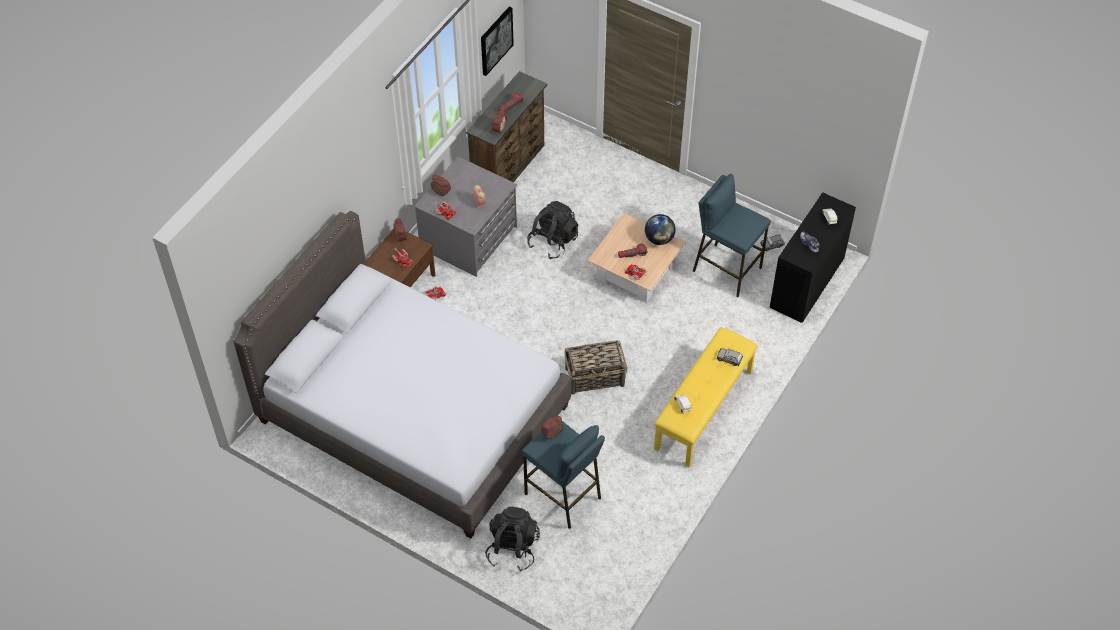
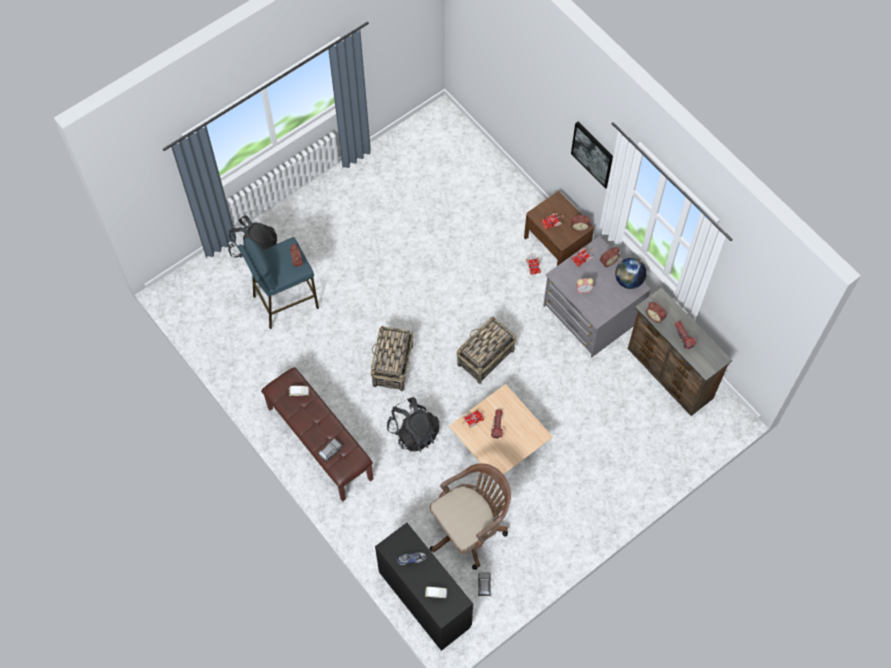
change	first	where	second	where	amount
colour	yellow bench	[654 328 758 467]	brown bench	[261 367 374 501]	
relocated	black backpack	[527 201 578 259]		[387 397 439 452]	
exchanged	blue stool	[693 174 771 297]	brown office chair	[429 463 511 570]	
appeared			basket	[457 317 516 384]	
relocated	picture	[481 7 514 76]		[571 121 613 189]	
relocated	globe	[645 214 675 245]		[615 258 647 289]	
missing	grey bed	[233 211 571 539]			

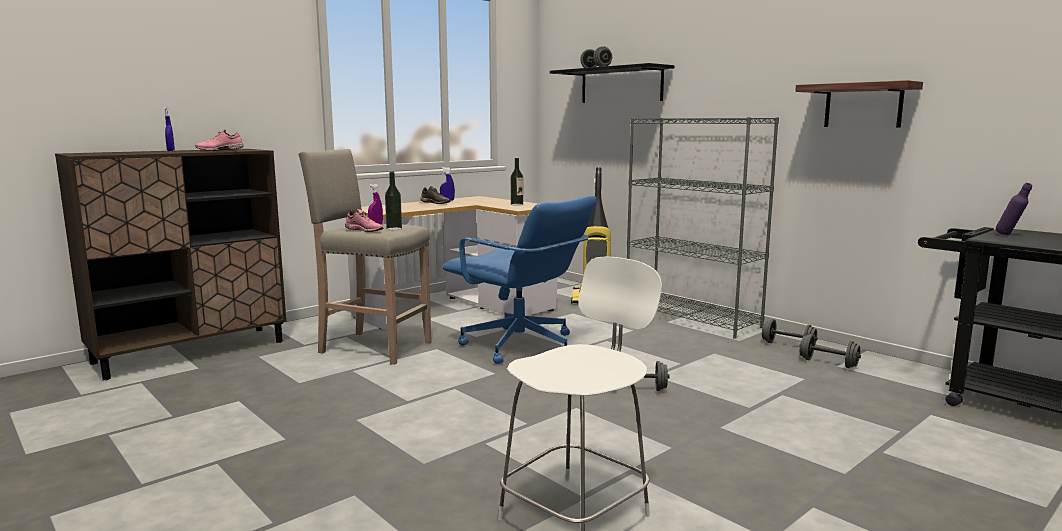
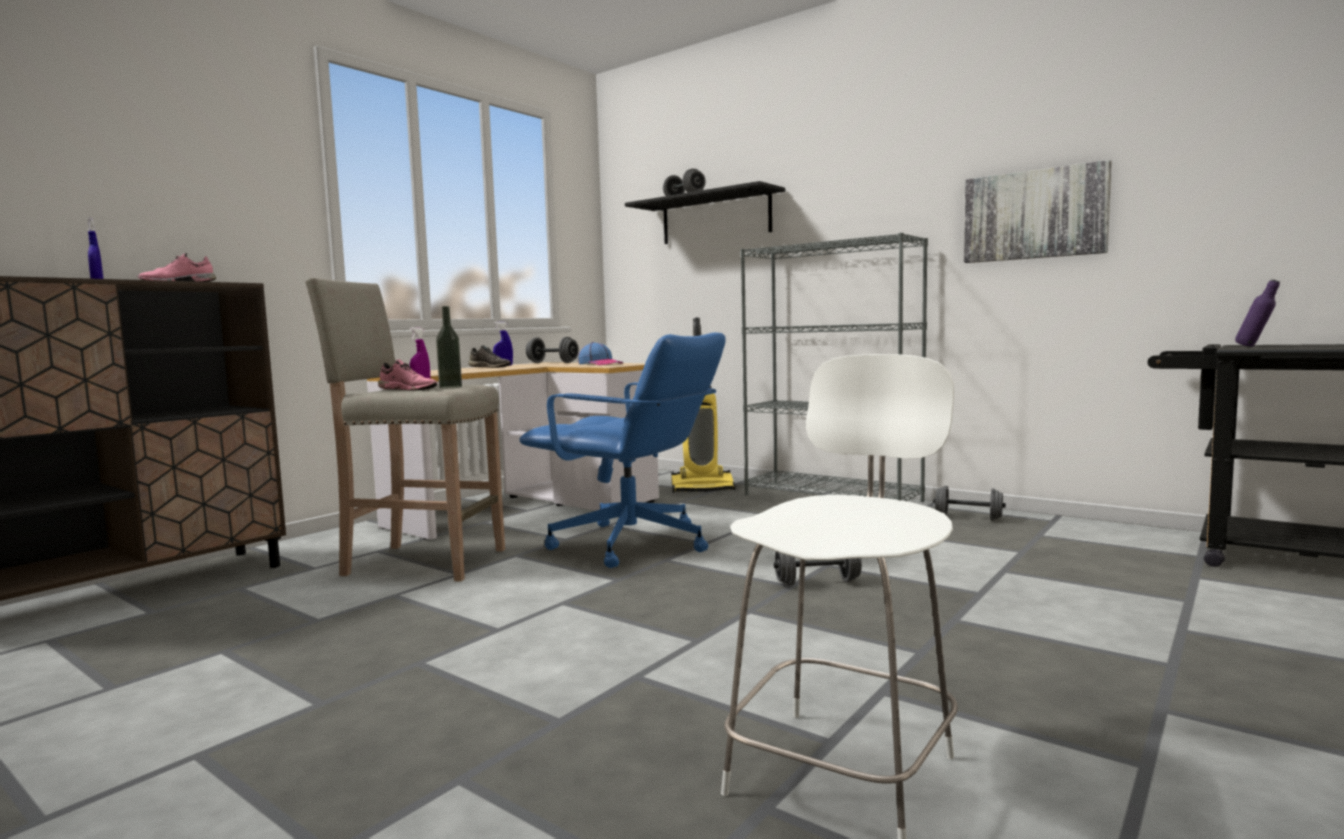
change	first	where	second	where	amount
relocated	grey dumbbell	[800 334 861 368]		[526 337 579 363]	
exchanged	bottle	[511 158 523 205]	cap	[578 342 623 365]	
exchanged	shelf	[795 80 923 127]	picture	[964 160 1111 263]	

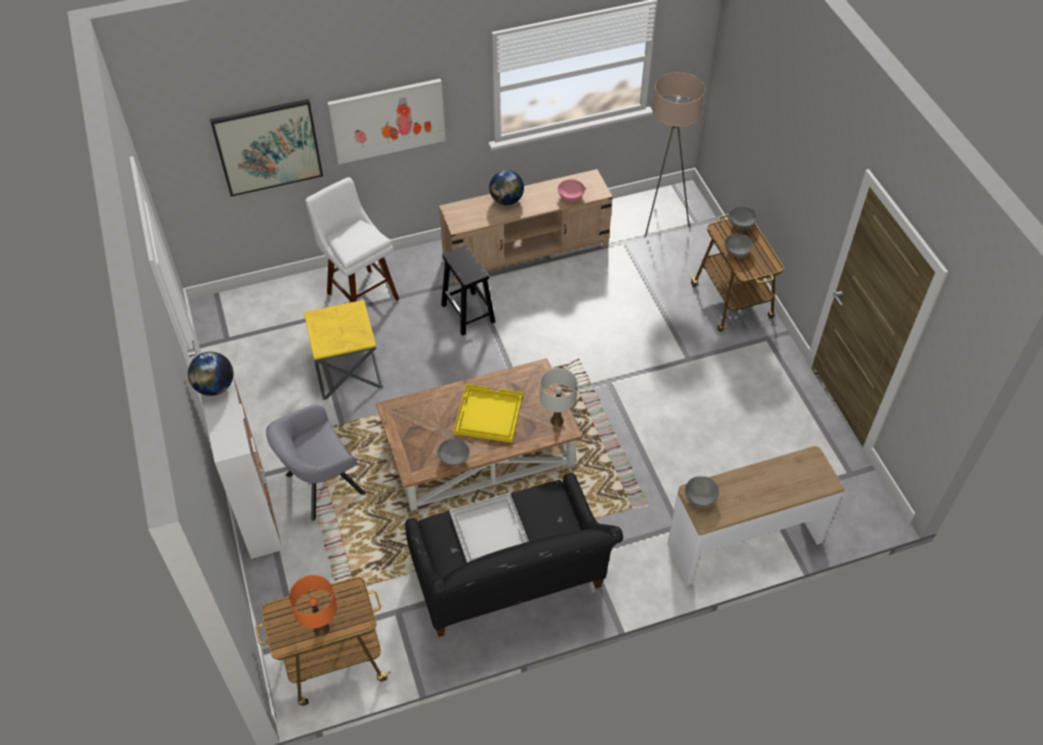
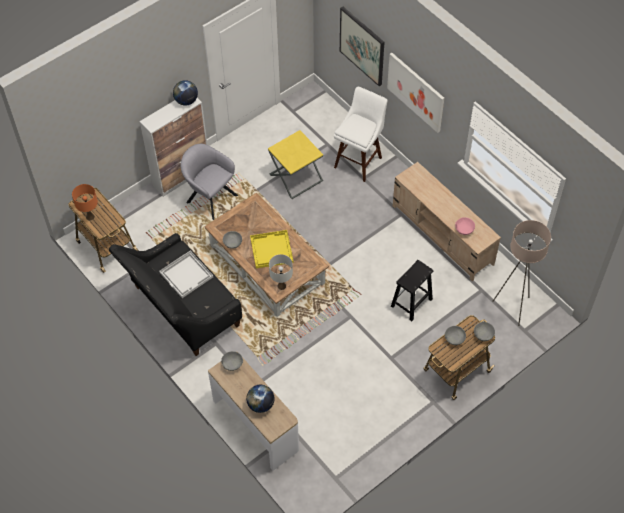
change	first	where	second	where	amount
relocated	globe	[489 170 524 205]		[246 385 274 413]	
relocated	black stool	[441 245 495 336]		[391 260 433 321]	

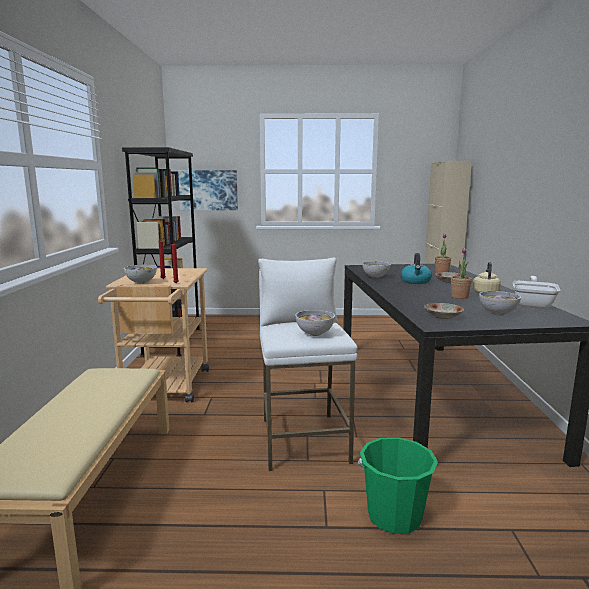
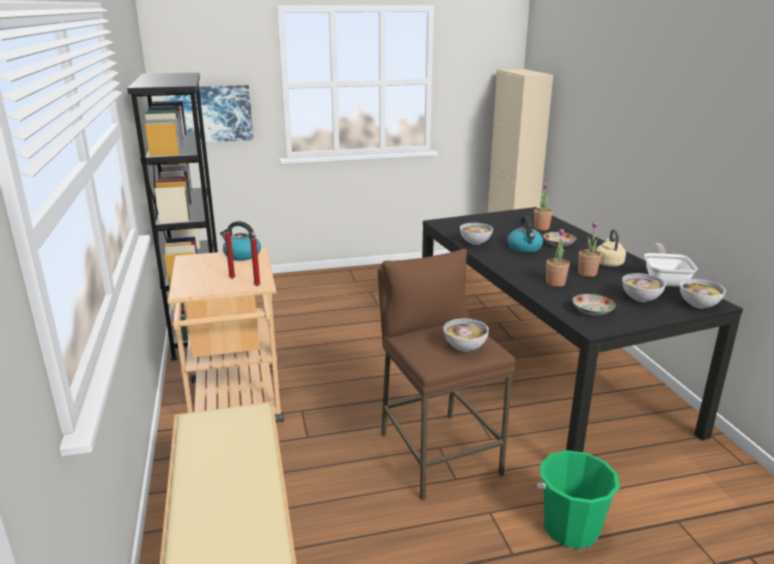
change	first	where	second	where	amount
appeared			kettle	[220 221 261 261]	
colour	white stool	[258 257 358 471]	brown stool	[378 249 516 500]	
appeared			potted plant	[546 229 570 287]	
relocated	bowl	[124 265 157 284]		[680 279 726 309]	

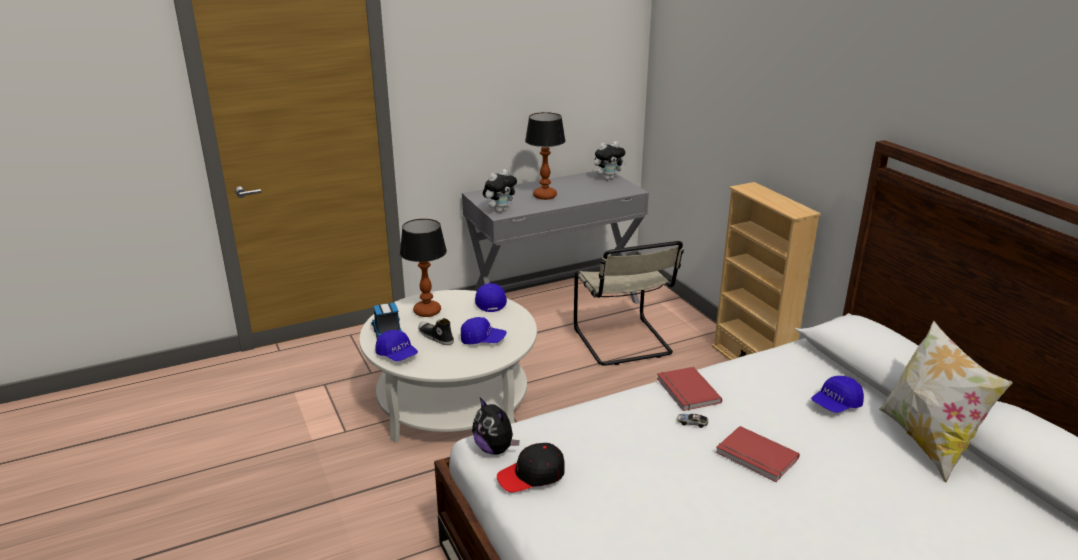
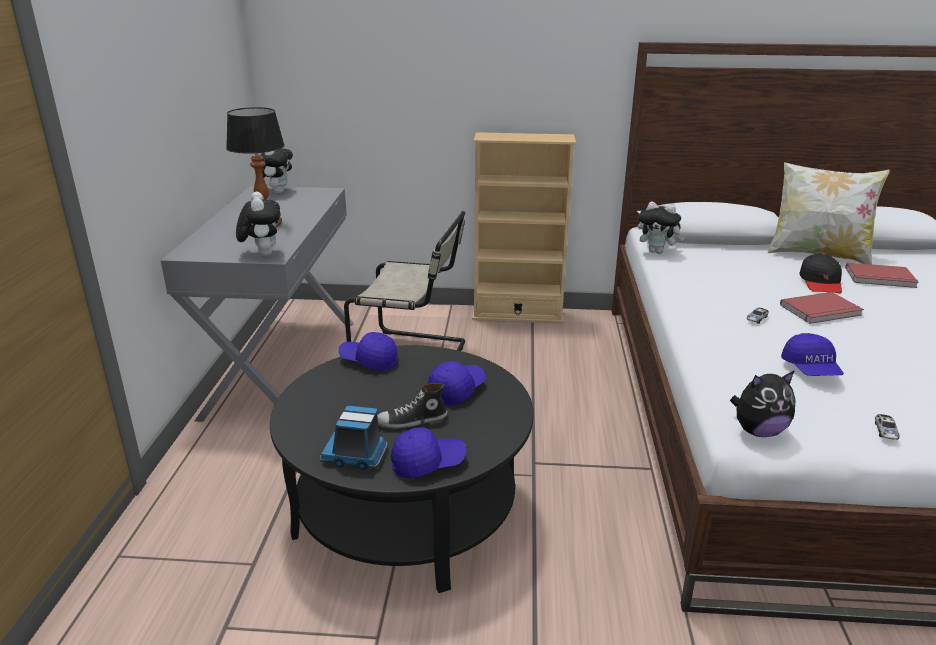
change	first	where	second	where	amount
colour	white coffee table	[359 290 537 443]	black coffee table	[270 346 534 593]	
appeared			plush toy	[638 201 685 254]	
relocated	blue cap	[811 376 864 413]		[781 333 844 376]	
relocated	black cap	[497 443 565 493]		[799 253 842 294]	
relocated	red book	[657 367 722 411]		[845 263 919 288]	
appeared			toy car	[875 414 900 440]	
missing	table lamp	[400 219 447 317]			

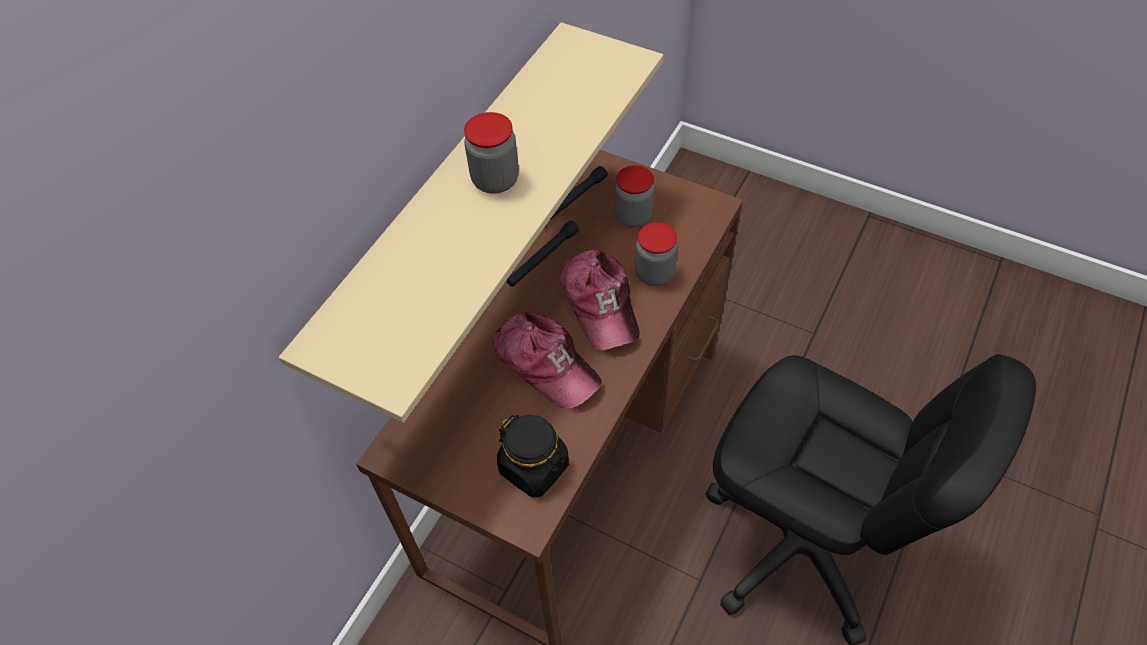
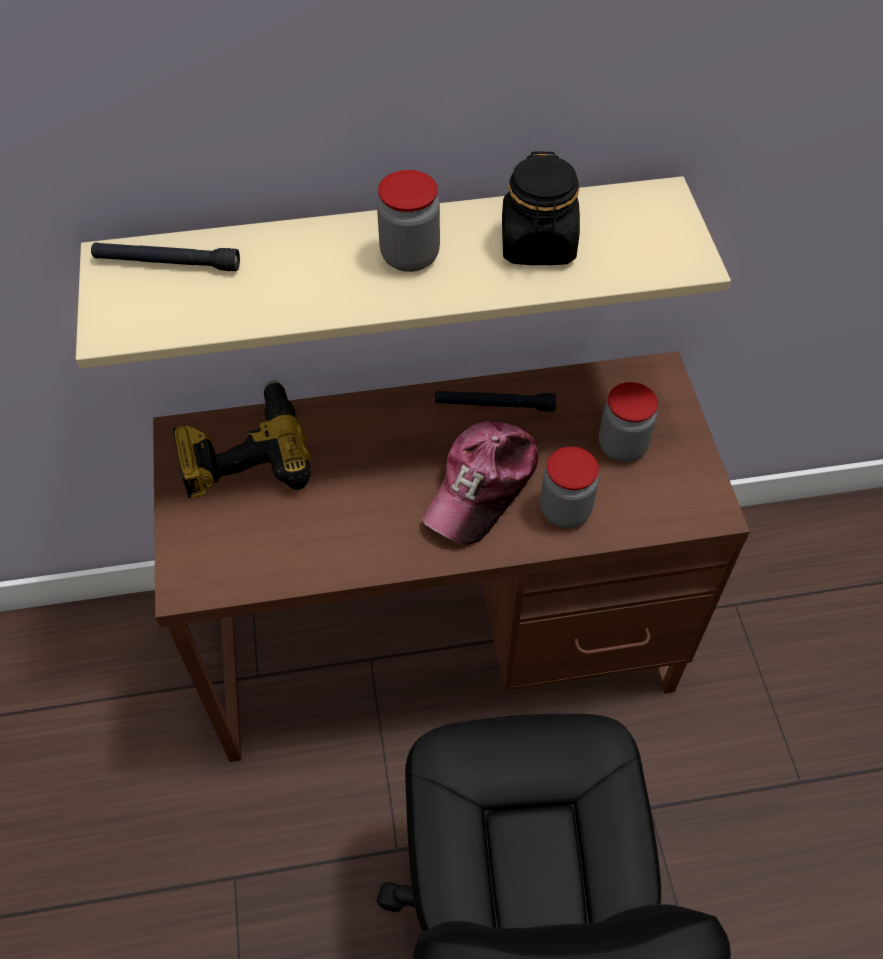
change	first	where	second	where	amount
relocated	black flashlight	[549 166 608 221]		[91 242 240 271]	
appeared			power drill	[173 380 311 498]	
relocated	black jar	[497 415 569 498]		[502 152 580 265]	
missing	cap	[492 312 602 408]			

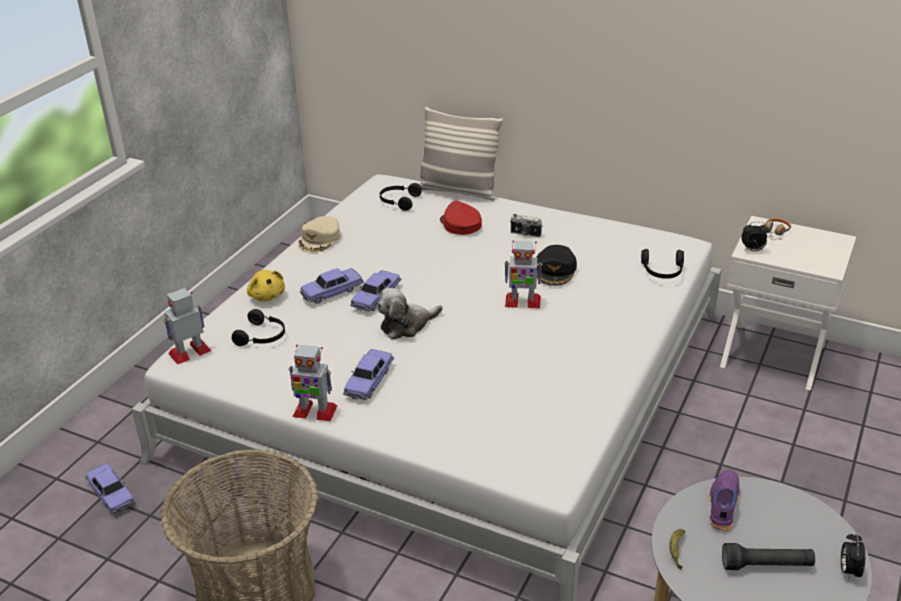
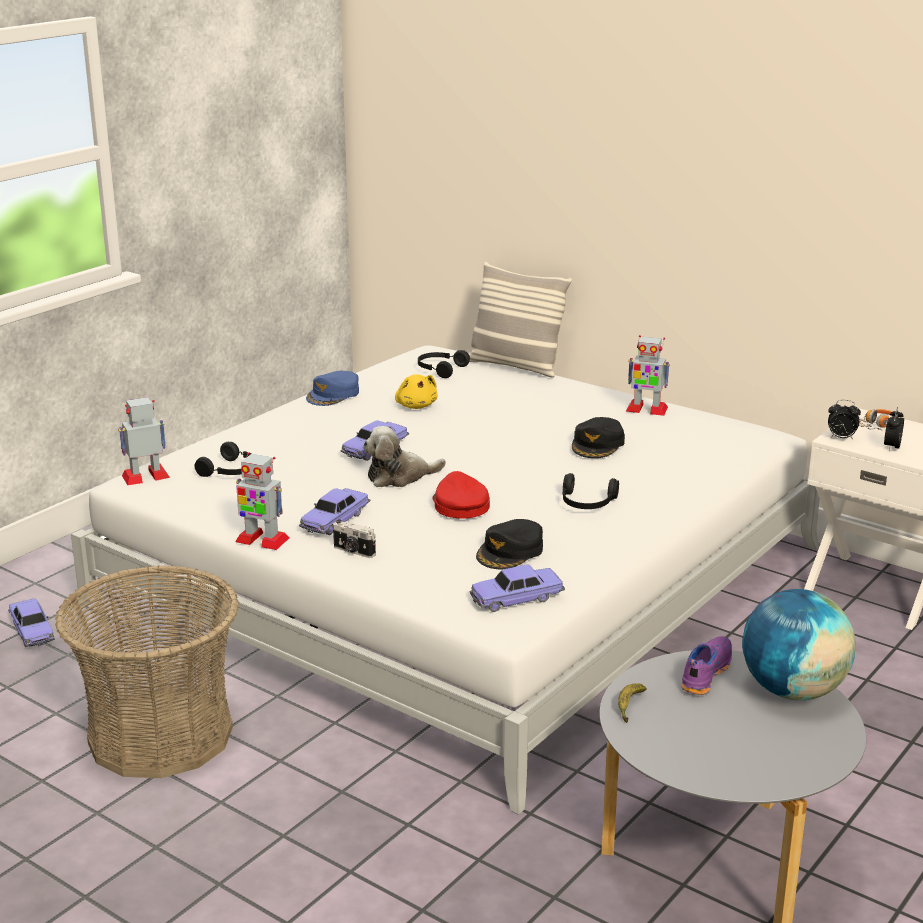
change	first	where	second	where	amount
colour	beige cap	[298 216 341 253]	blue cap	[306 371 359 406]	
relocated	photo camera	[510 214 542 238]		[333 519 376 558]	
relocated	yellow plush toy	[247 270 285 301]		[395 374 437 409]	
relocated	red cap	[440 201 482 235]		[433 471 490 518]	
relocated	toy car	[300 268 364 304]		[470 564 565 612]	
appeared			black cap	[476 519 543 569]	
relocated	black headphones	[641 249 684 279]		[563 473 619 509]	
relocated	toy robot	[504 241 542 308]		[626 335 670 416]	
appeared			globe	[742 589 856 700]	
relocated	alarm clock	[841 533 865 579]		[884 407 904 451]	
missing	black flashlight	[722 543 815 570]			

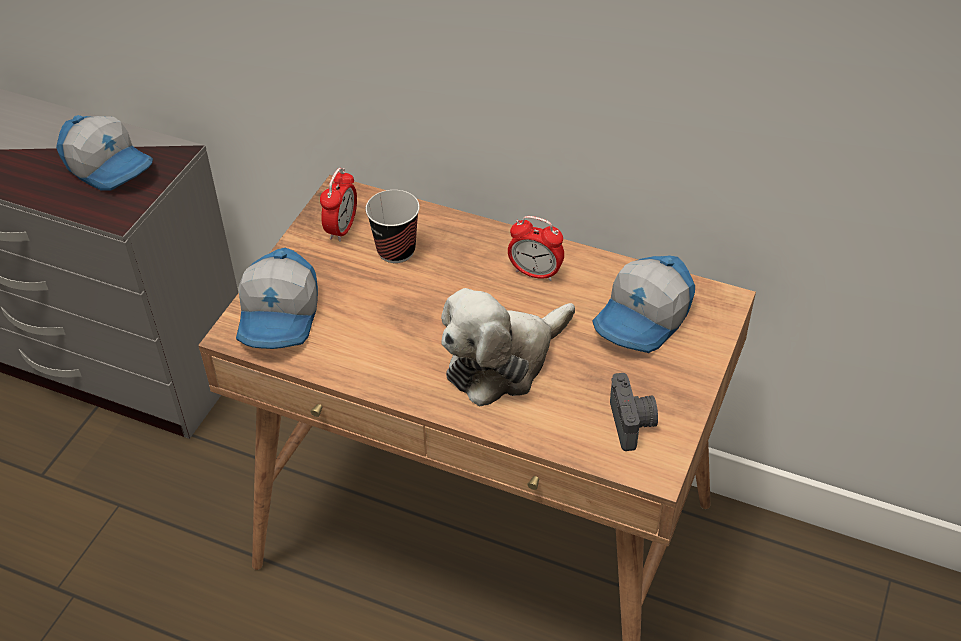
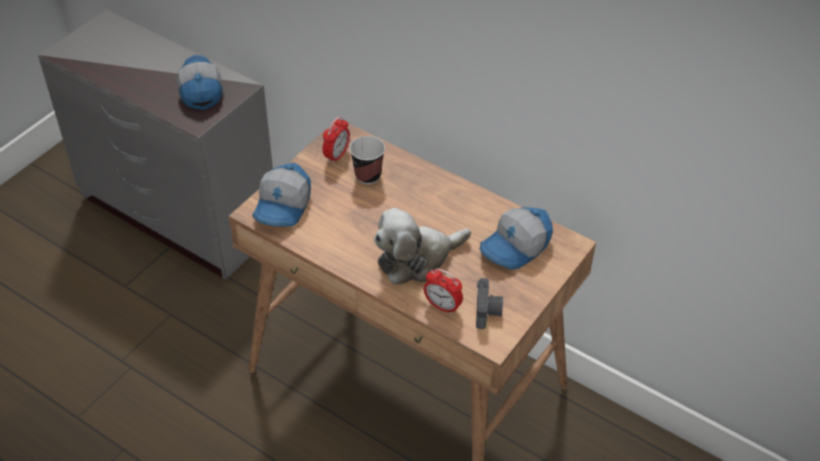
change	first	where	second	where	amount
spun	cap	[56 115 153 191]		[177 55 222 110]	150 degrees counterclockwise
relocated	alarm clock	[508 216 564 281]		[424 268 463 315]	

